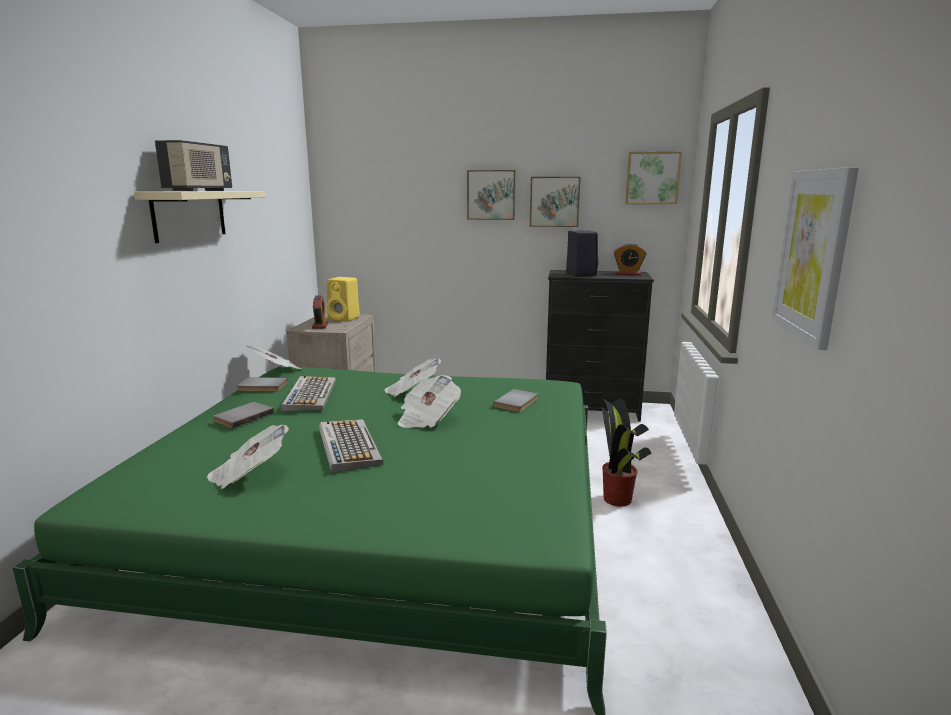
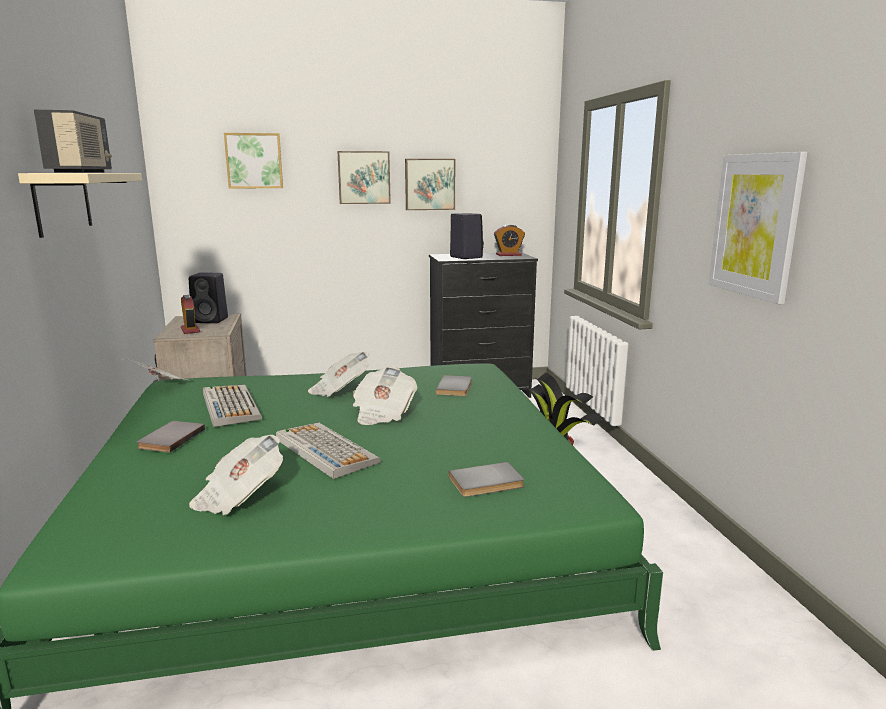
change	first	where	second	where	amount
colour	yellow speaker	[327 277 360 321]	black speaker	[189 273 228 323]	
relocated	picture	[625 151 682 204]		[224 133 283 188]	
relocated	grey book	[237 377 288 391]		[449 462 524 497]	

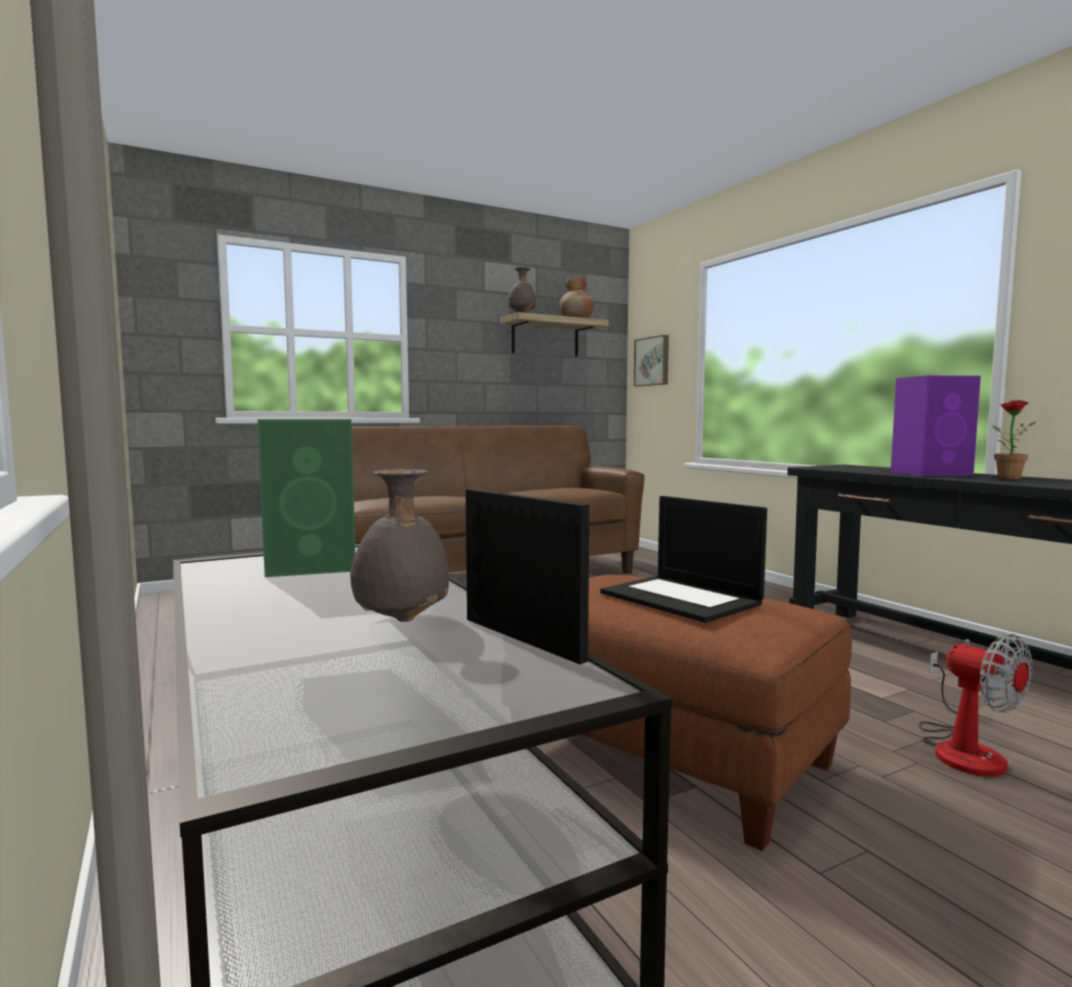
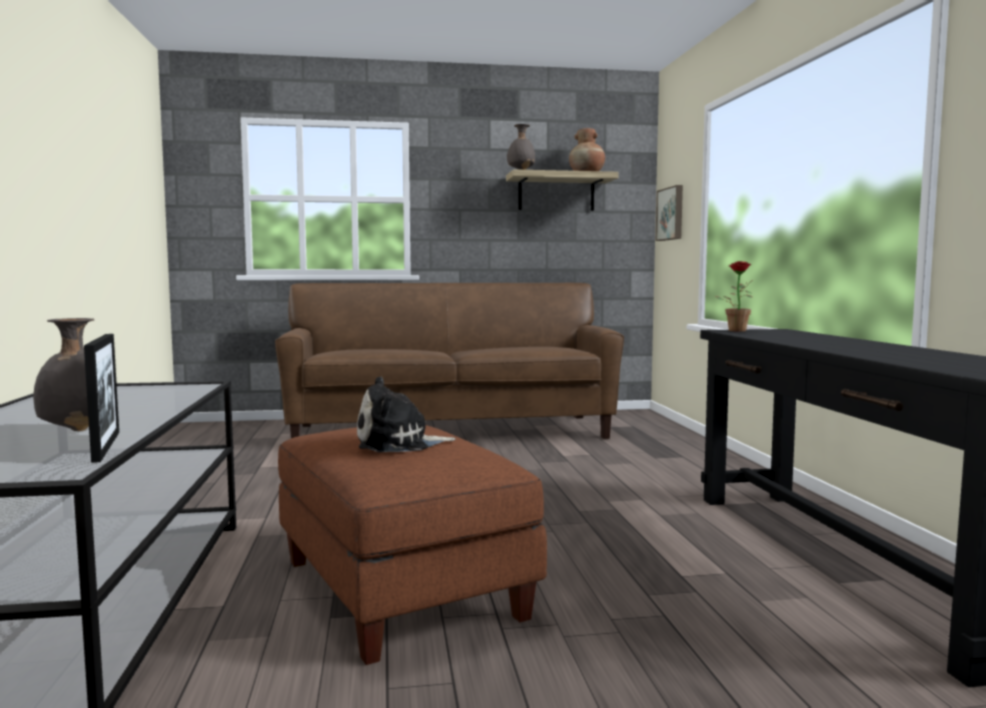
change	first	where	second	where	amount
exchanged	laptop	[600 496 767 623]	plush toy	[357 376 455 452]	
relocated	potted plant	[992 400 1037 479]		[716 261 753 331]	
missing	green speaker	[257 419 355 577]			
missing	purple speaker	[891 375 981 476]			
missing	fan	[919 633 1033 777]			

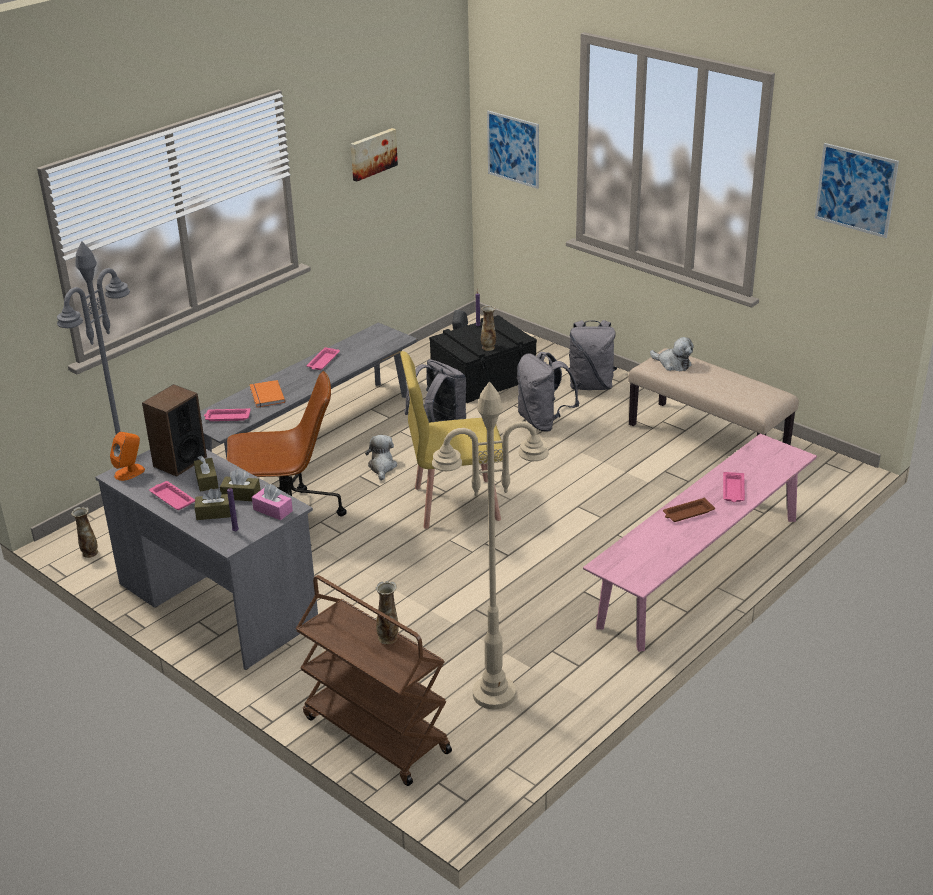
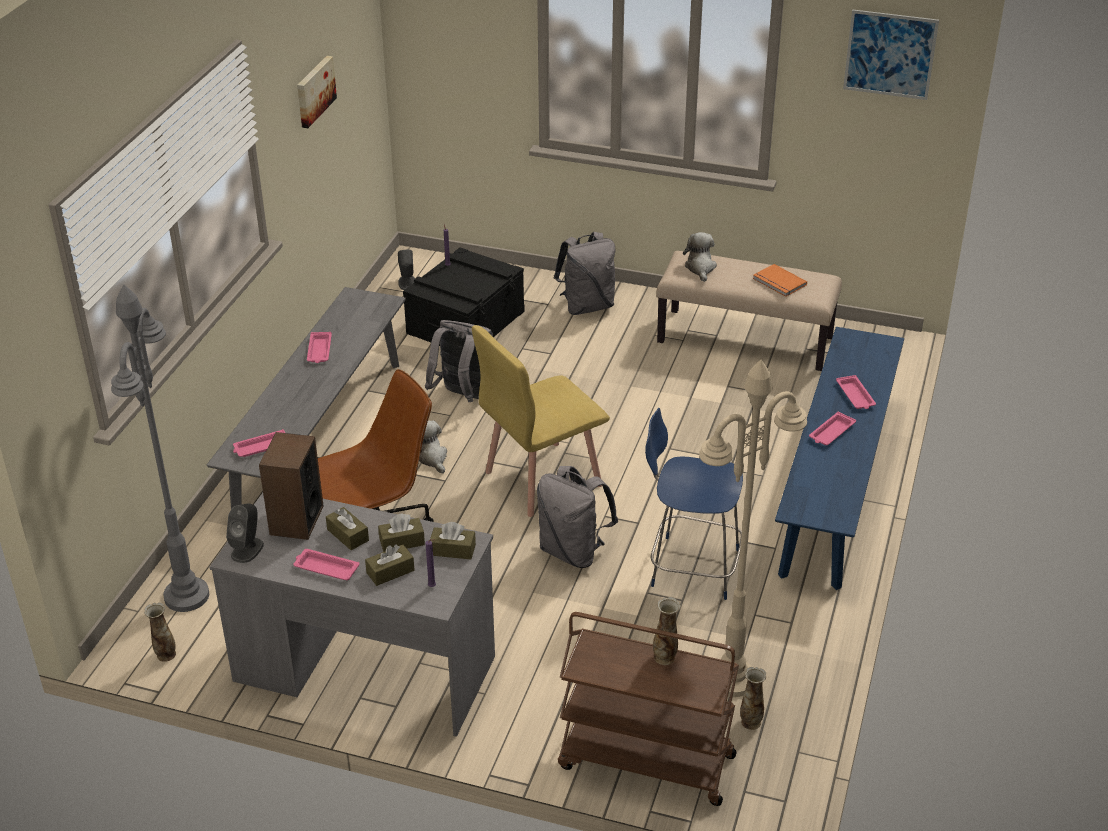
change	first	where	second	where	amount
colour	orange speaker	[110 432 145 481]	grey speaker	[226 503 264 563]	
colour	pink tissue box	[252 484 293 520]	brown tissue box	[430 522 476 560]	
relocated	grey backpack	[517 352 579 432]		[537 466 618 568]	
appeared			blue chair	[645 408 743 600]	
spun	plush toy	[650 337 694 371]		[683 232 717 282]	105 degrees counterclockwise
relocated	vase	[481 305 496 351]		[740 667 767 730]	
relocated	orange book	[250 380 285 408]		[753 264 807 297]	
colour	pink bench	[583 434 817 652]	blue bench	[775 327 904 590]	
colour	brown tray	[663 498 715 522]	pink tray	[809 412 856 445]	
missing	picture	[487 111 539 189]			

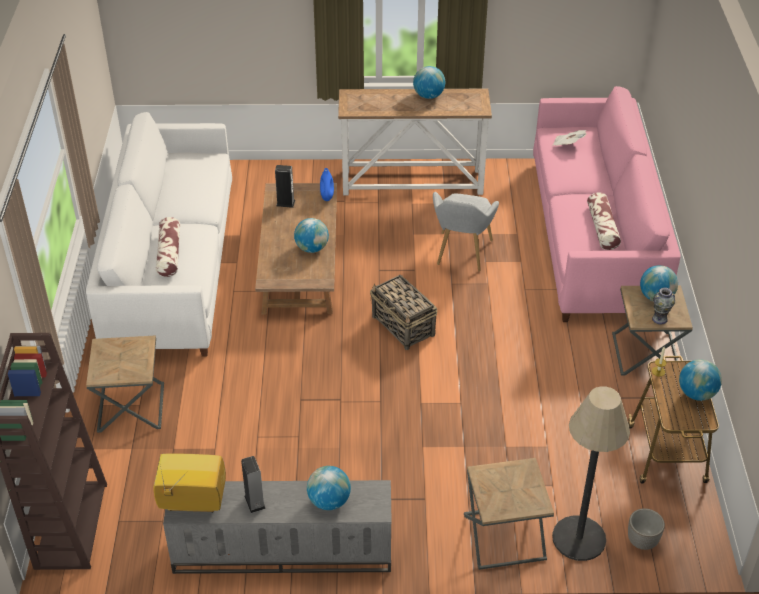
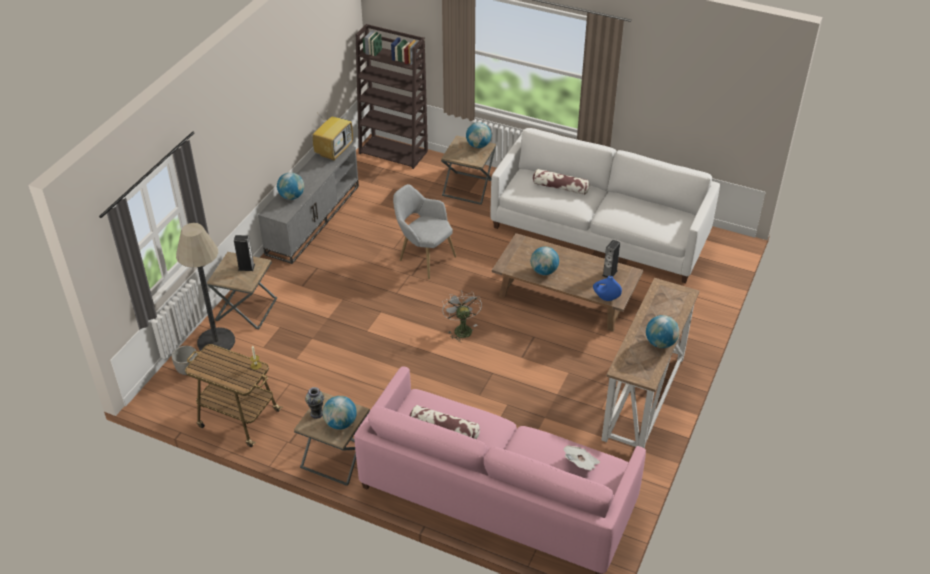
change	first	where	second	where	amount
relocated	speaker	[241 456 266 513]		[234 235 255 271]	
relocated	grey armchair	[433 192 499 271]		[393 184 456 279]	
exchanged	basket	[370 275 437 350]	white fan	[442 291 482 342]	
relocated	globe	[679 359 722 401]		[466 122 491 148]	

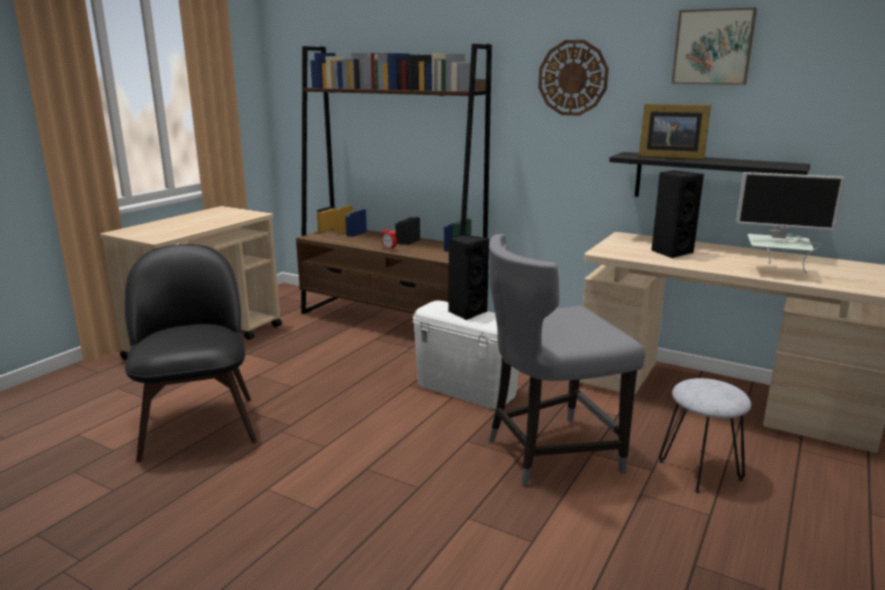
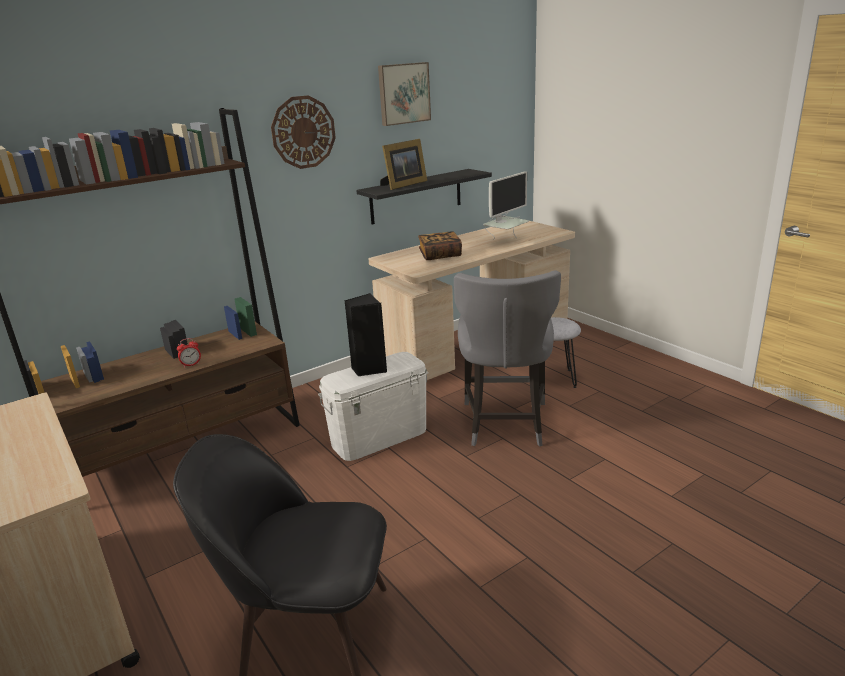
change	first	where	second	where	amount
exchanged	black speaker	[651 170 704 258]	book	[418 231 462 260]	

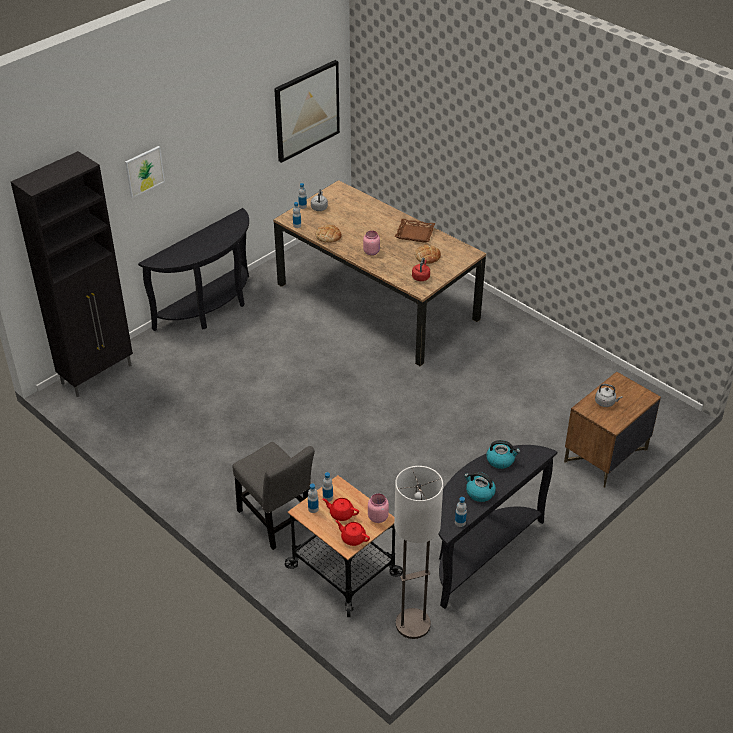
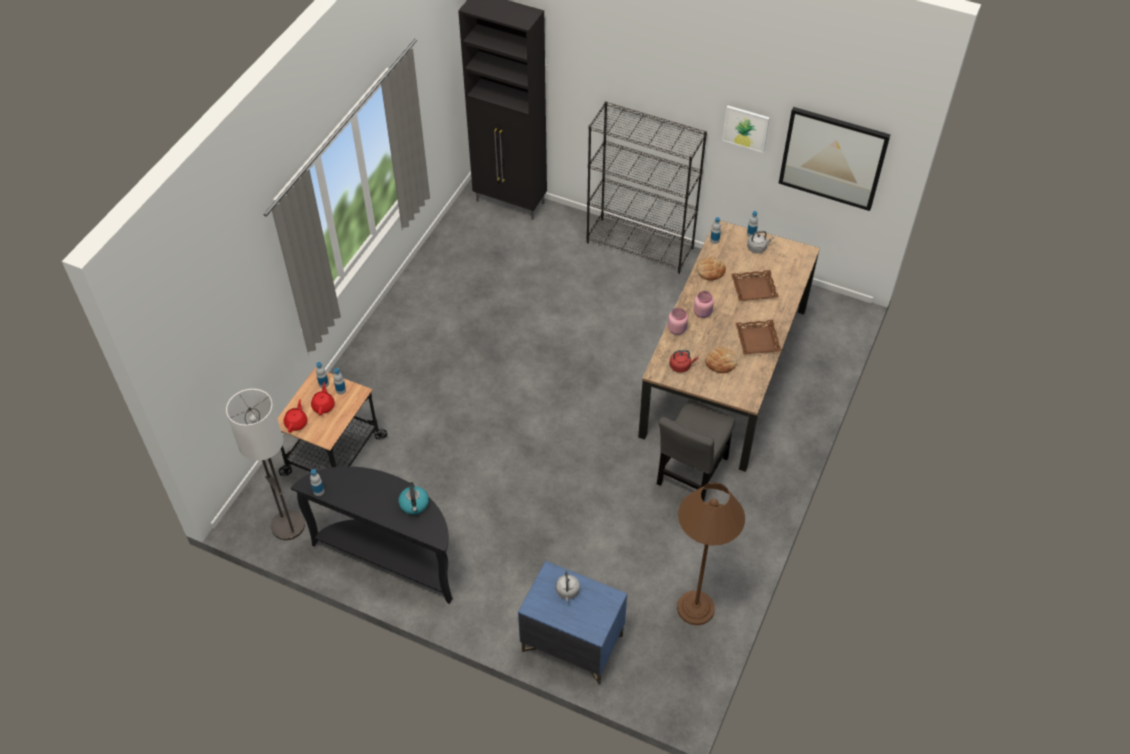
change	first	where	second	where	amount
colour	brown nightstand	[564 372 661 488]	blue nightstand	[518 560 627 685]	
exchanged	black console table	[138 208 249 331]	black bookcase	[586 101 707 274]	
relocated	grey chair	[233 442 315 550]		[657 399 735 501]	
relocated	pink jar	[368 493 389 523]		[668 308 688 335]	
appeared			brown floor lamp	[677 483 745 625]	
relocated	picture	[125 146 165 198]		[722 106 770 153]	
appeared			brown tray	[731 270 779 301]	
missing	kettle	[464 472 496 502]			

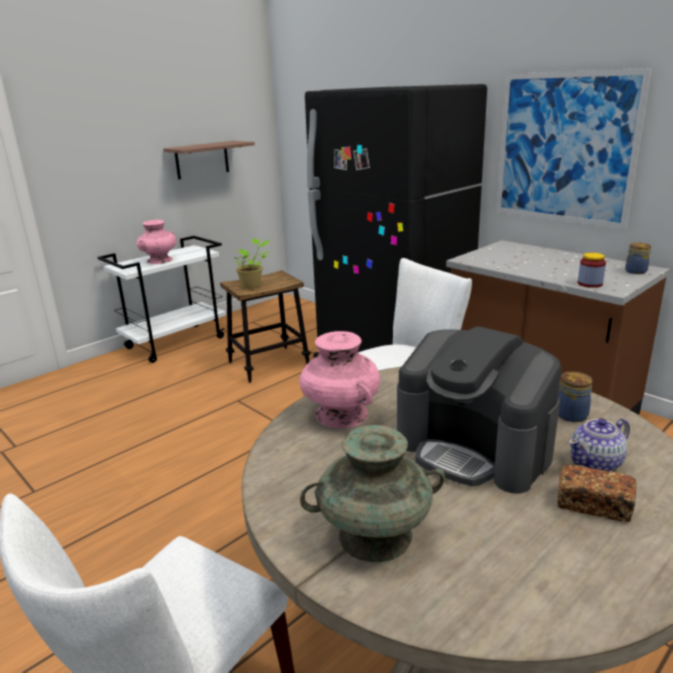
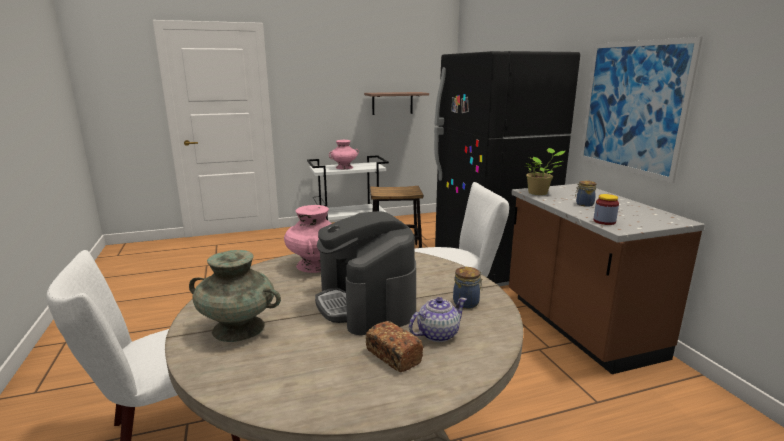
change	first	where	second	where	amount
spun	teapot	[569 418 630 471]		[409 297 467 342]	150 degrees clockwise
relocated	potted plant	[233 238 270 289]		[525 148 565 195]	
relocated	jar	[625 243 651 274]		[575 181 597 207]	

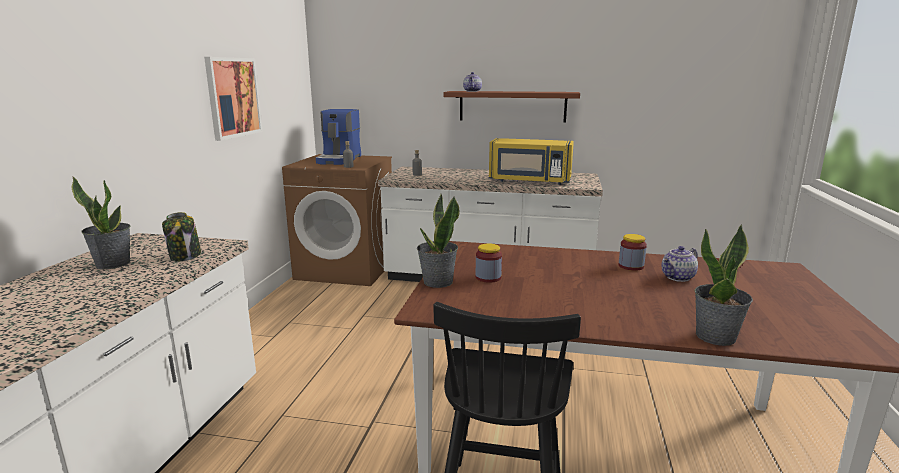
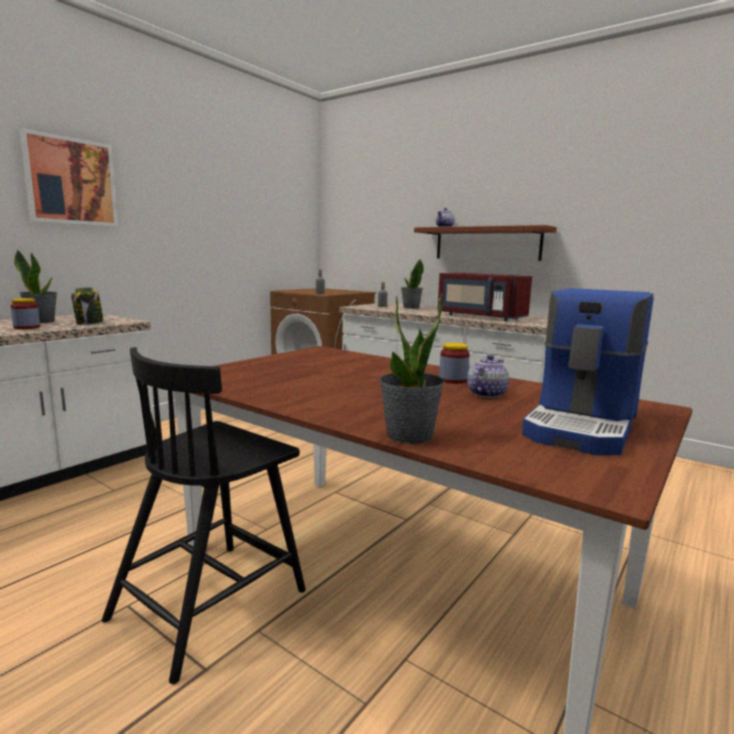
change	first	where	second	where	amount
relocated	jar	[476 243 502 283]		[11 298 40 329]	
relocated	picture	[204 57 263 141]		[19 128 118 227]	
relocated	potted plant	[417 194 460 288]		[401 259 424 309]	
colour	yellow microwave	[489 138 574 185]	red microwave	[438 273 532 321]	
spun	teapot	[661 246 698 282]		[467 355 509 398]	135 degrees clockwise
relocated	coffee machine	[316 109 361 165]		[522 288 654 455]	

